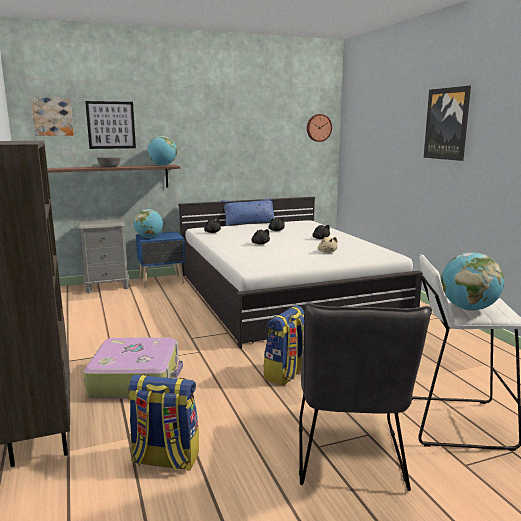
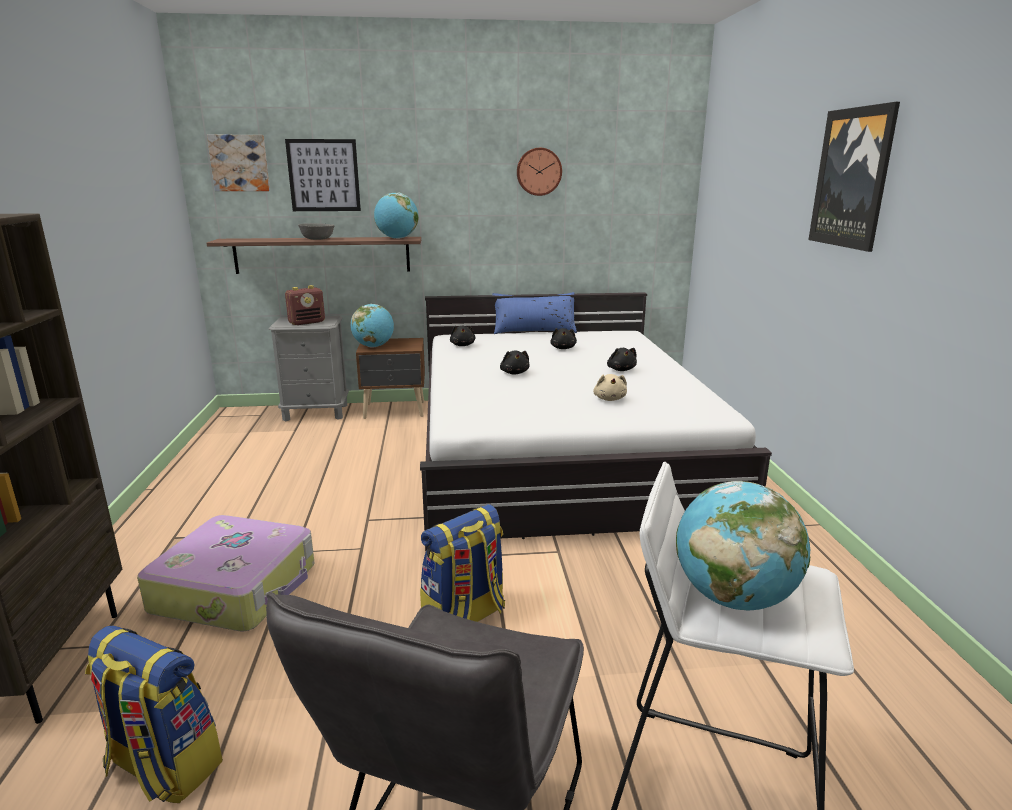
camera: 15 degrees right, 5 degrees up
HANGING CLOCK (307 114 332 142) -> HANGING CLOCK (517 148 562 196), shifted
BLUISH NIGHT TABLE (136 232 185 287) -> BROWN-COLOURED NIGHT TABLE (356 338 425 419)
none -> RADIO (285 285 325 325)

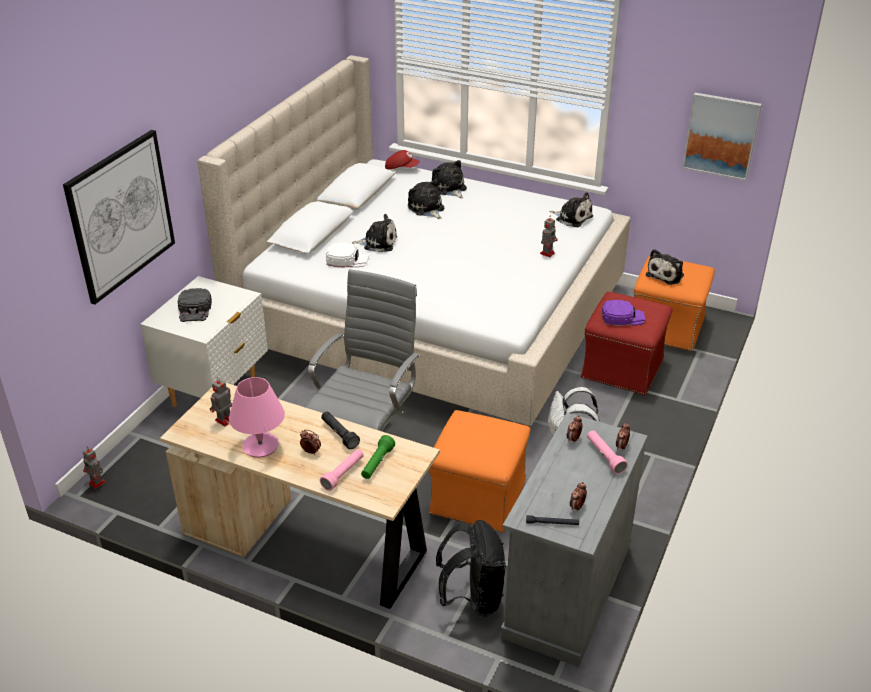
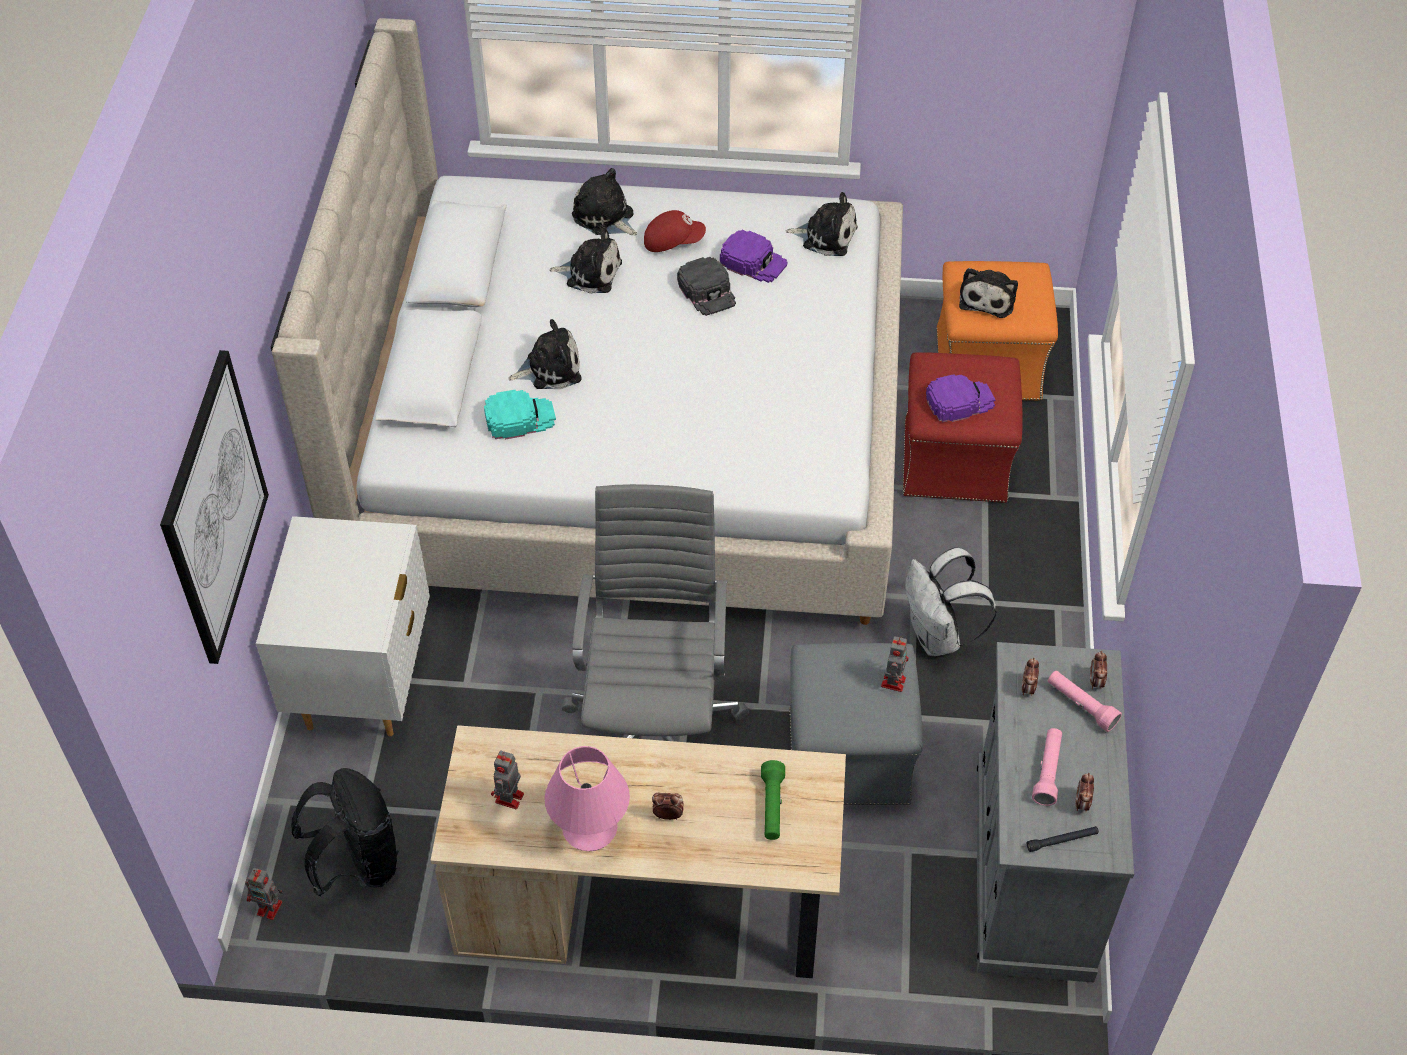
camera: 20 degrees left, 15 degrees up
PICTURE (682 93 762 181) -> none
RED-COLOURED PEAKED CAP (385 150 420 170) -> RED-COLOURED PEAKED CAP (644 210 706 252), shifted
PLUSH TOY (408 179 444 219) -> PLUSH TOY (549 228 622 294), 150 degrees clockwise
TOY ROBOT (540 215 557 257) -> TOY ROBOT (881 636 909 692), shifted
WHITE-COLOURED PEAKED CAP (326 242 369 268) -> BLUE-GREEN PEAKED CAP (484 390 556 439)
BLACK PEAKED CAP (178 288 212 322) -> BLACK PEAKED CAP (677 257 736 316), shifted
ORANGEY OTTOMAN (429 410 531 533) -> GREY OTTOMAN (789 643 923 805)
BLACK TORCH (321 411 360 449) -> none
PINKISH TORCH (320 449 364 491) -> PINKISH TORCH (1032 728 1062 806), shifted
BLACK RUCKSACK (436 520 506 617) -> BLACK RUCKSACK (291 768 399 897), shifted
none -> PURPLE PEAKED CAP (720 230 788 283)

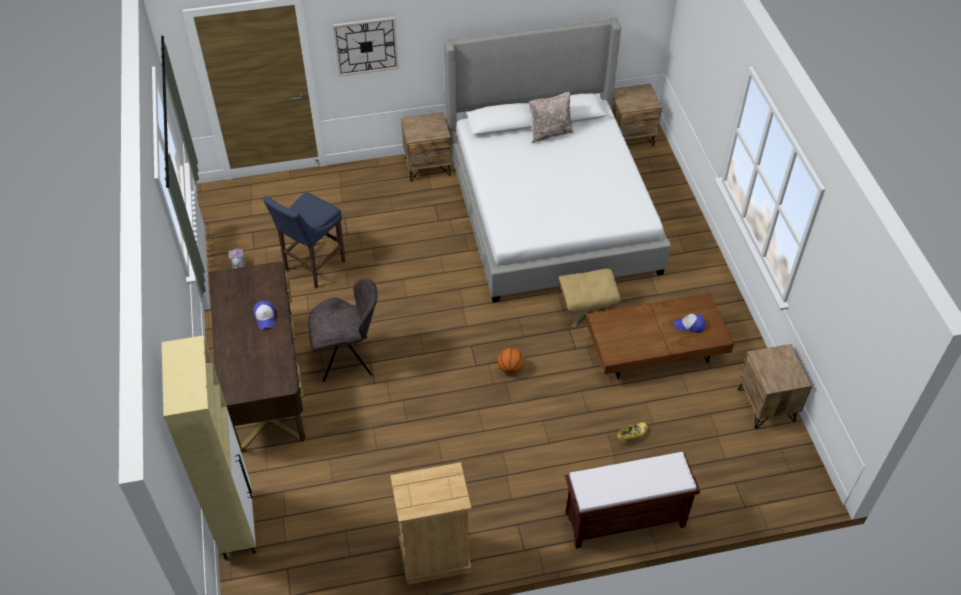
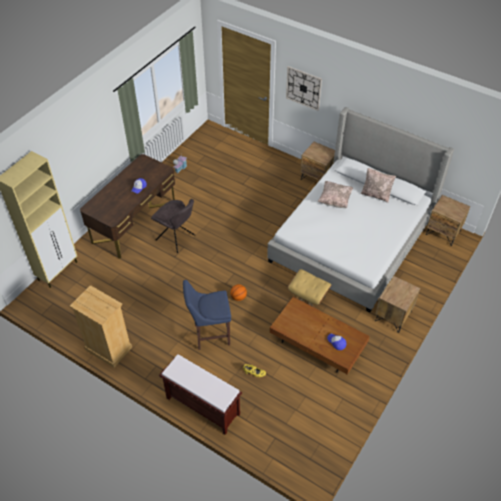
camera: 45 degrees right, 0 degrees up
BLUISH STOOL (263 192 346 288) -> BLUISH STOOL (183 280 231 350), shifted
BROWN-COLOURED NIGHT TABLE (738 344 812 429) -> BROWN-COLOURED NIGHT TABLE (375 276 420 333), shifted
none -> BEIGE THROW PILLOW (317 181 353 208)

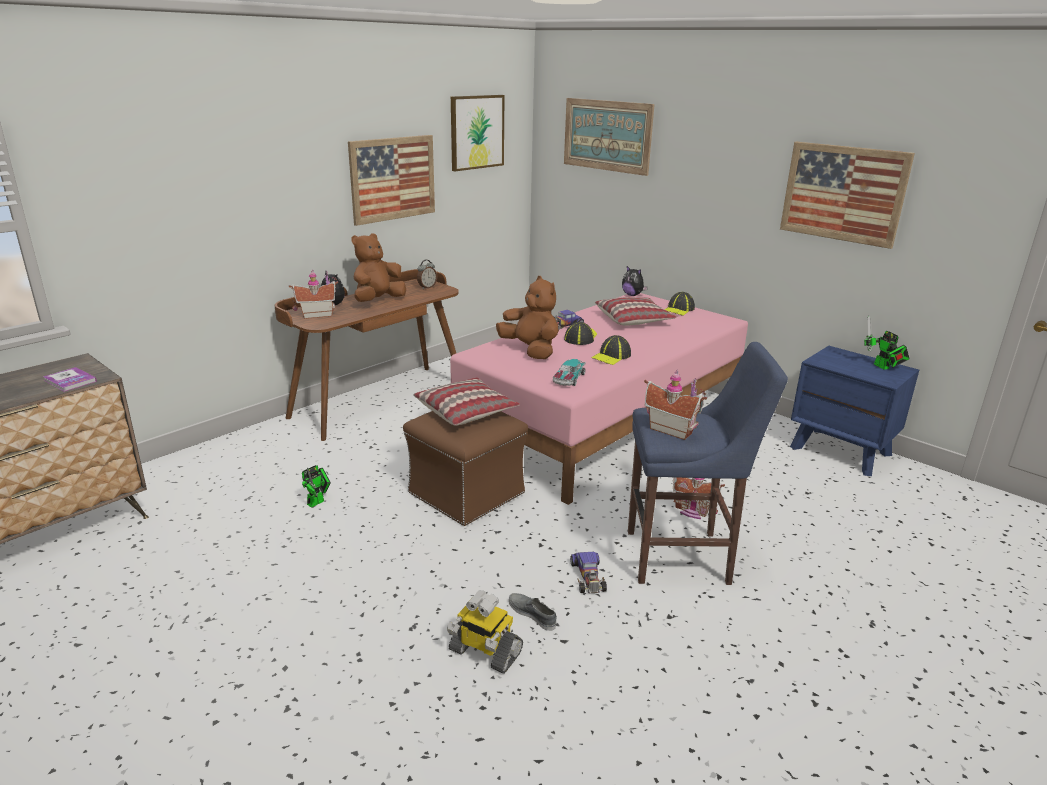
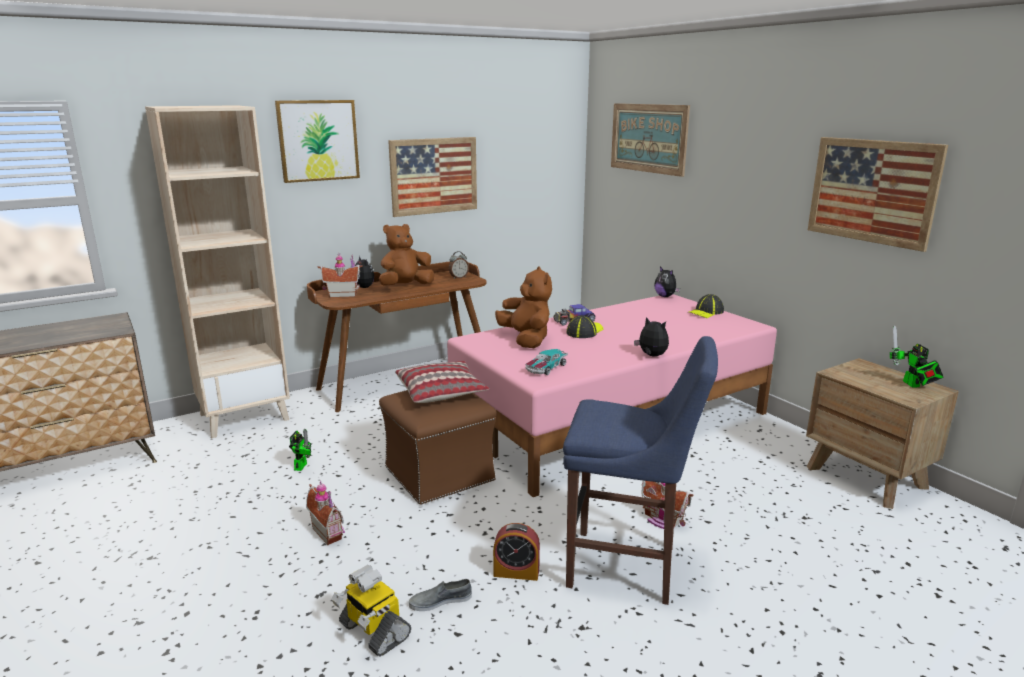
camera: 15 degrees right, 5 degrees down
PICTURE (451 95 505 171) -> PICTURE (275 100 360 183), shifted
THROW PILLOW (595 297 677 326) -> none
PEAKED CAP (591 335 631 365) -> none
BLUISH NIGHT TABLE (790 346 919 476) -> BROWN-COLOURED NIGHT TABLE (806 358 959 509)
VOLUME (43 367 97 392) -> none
MINIATURE HOUSE (644 370 707 440) -> MINIATURE HOUSE (306 481 345 545), shifted
TOY ROBOT (302 465 331 507) -> TOY ROBOT (289 429 312 471), 45 degrees counterclockwise
MODEL CAR (570 552 607 594) -> BEDSIDE CLOCK (493 523 540 581)
GREY SHOE (509 593 557 631) -> GREY SHOE (409 579 472 611), 75 degrees counterclockwise
none -> BEIGE BOOKCASE (145 105 290 439)
none -> PLUSH TOY (634 317 669 357)

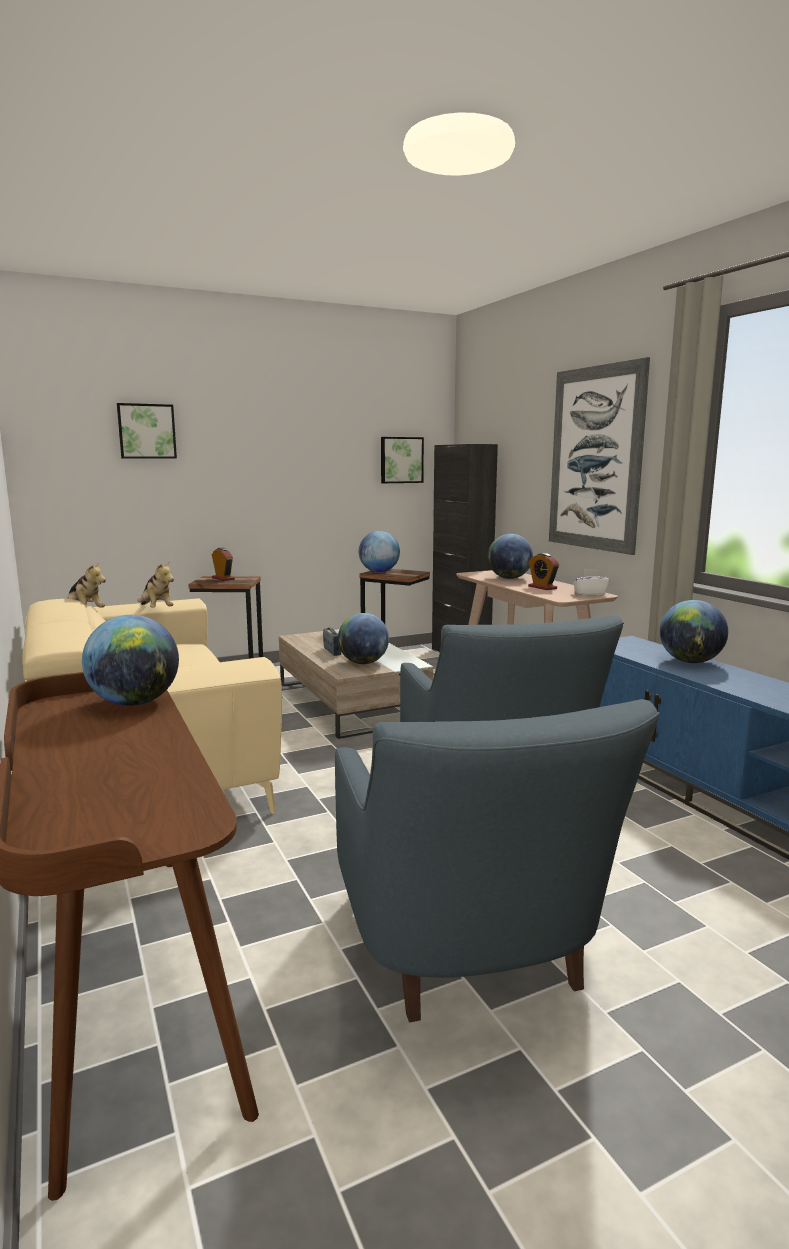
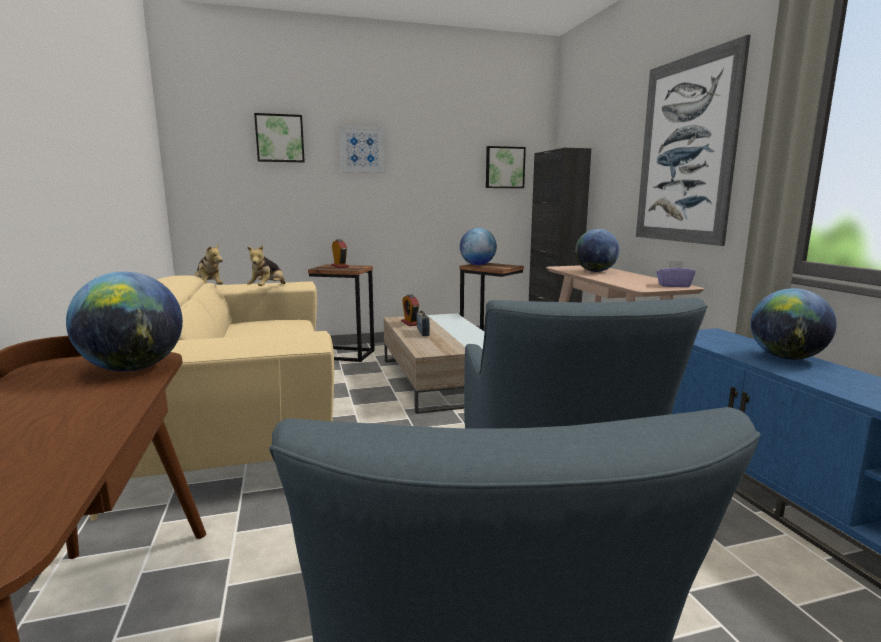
camera: 10 degrees right, 0 degrees up
BEDSIDE CLOCK (528 553 559 590) -> BEDSIDE CLOCK (401 294 419 326), shifted
PLUSH TOY (137 561 174 607) -> PLUSH TOY (247 245 285 286), 45 degrees clockwise
WHITE-COLOURED TISSUE HOLDER (572 569 609 596) -> PURPLE TISSUE HOLDER (656 260 696 287)
DESK GLOBE (338 613 389 664) -> none
none -> PICTURE (339 126 385 173)

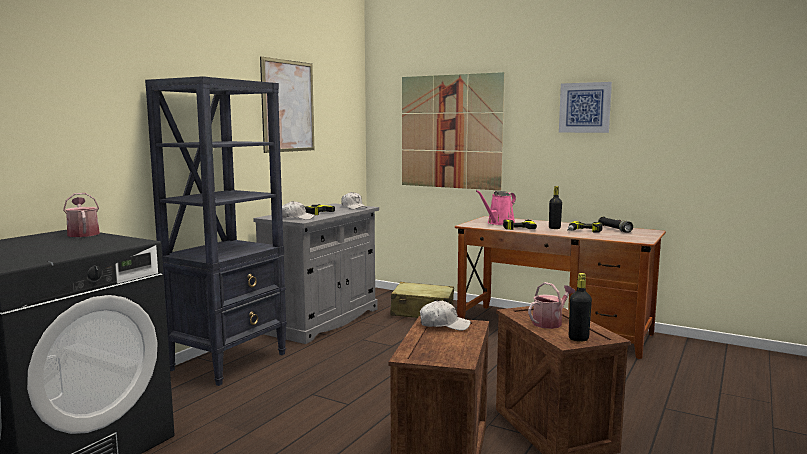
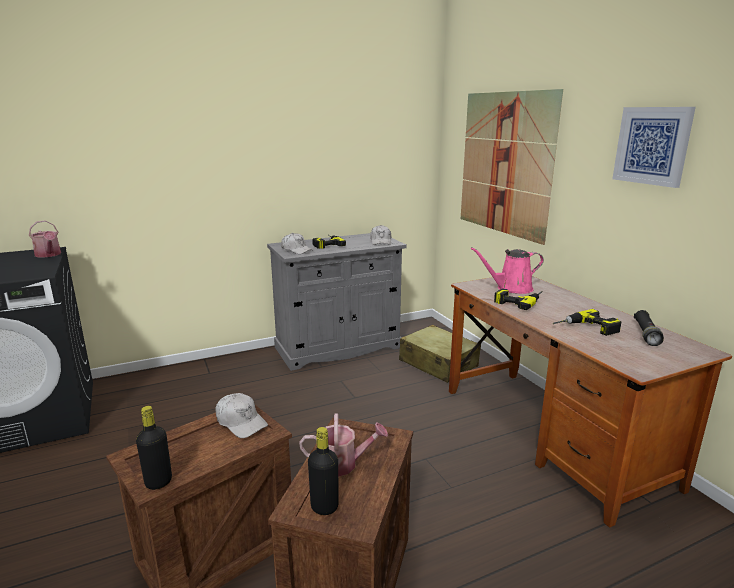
camera: 35 degrees right, 10 degrees up
PICTURE (260 57 314 153) -> none
BLACK BOOKCASE (145 76 287 386) -> none
BLACK BEVERAGE BOTTLE (549 186 562 229) -> BLACK BEVERAGE BOTTLE (136 406 172 490), shifted
SPRINKLING CAN (63 193 100 237) -> SPRINKLING CAN (29 220 61 258), 135 degrees clockwise

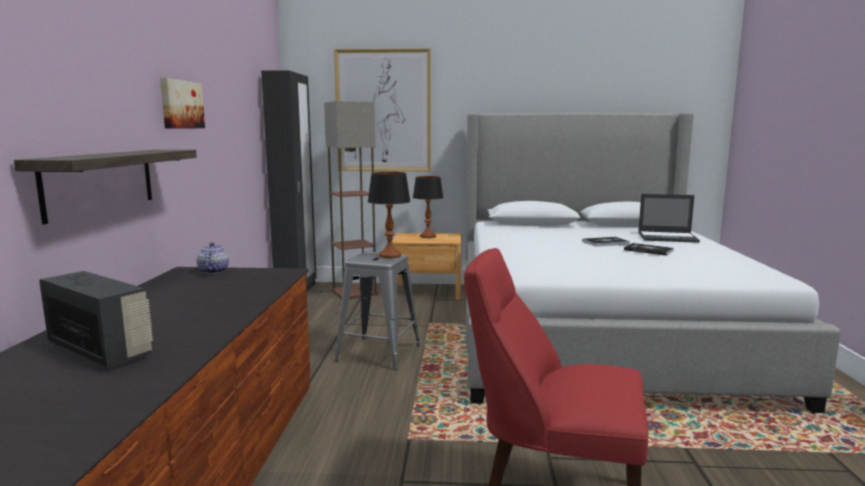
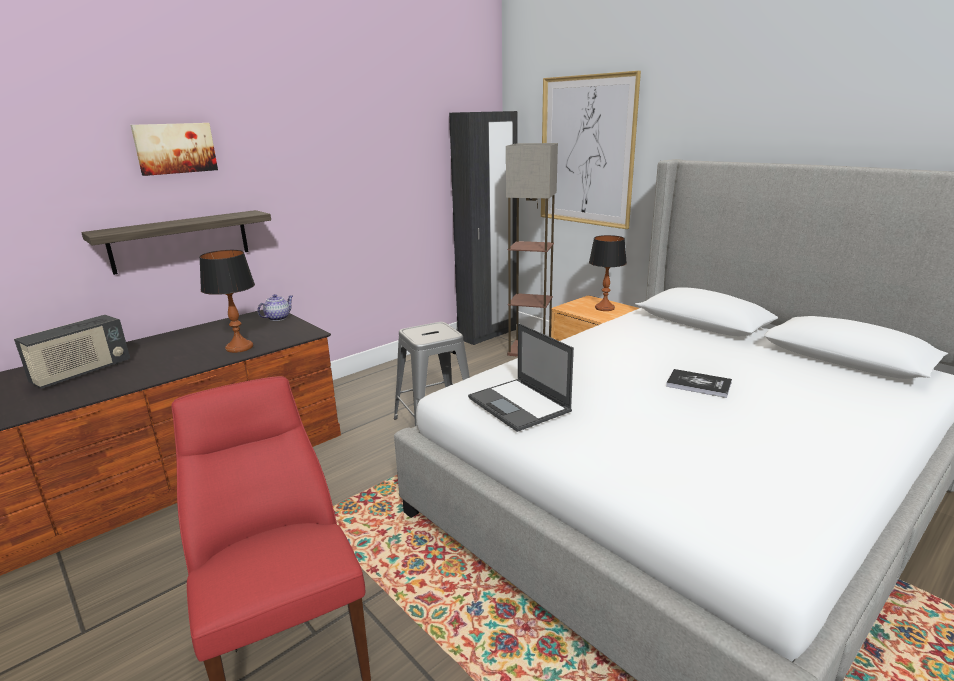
camera: 45 degrees right, 10 degrees up
PICTURE (160 78 205 129) -> PICTURE (131 123 218 176), shifted
TABLETOP LAMP (368 172 411 258) -> TABLETOP LAMP (199 250 255 353), shifted
LAPTOP (638 194 700 243) -> LAPTOP (468 323 574 432), shifted
VOLUME (624 243 674 256) -> none
RADIO (39 271 153 368) -> RADIO (14 315 130 389), 45 degrees clockwise

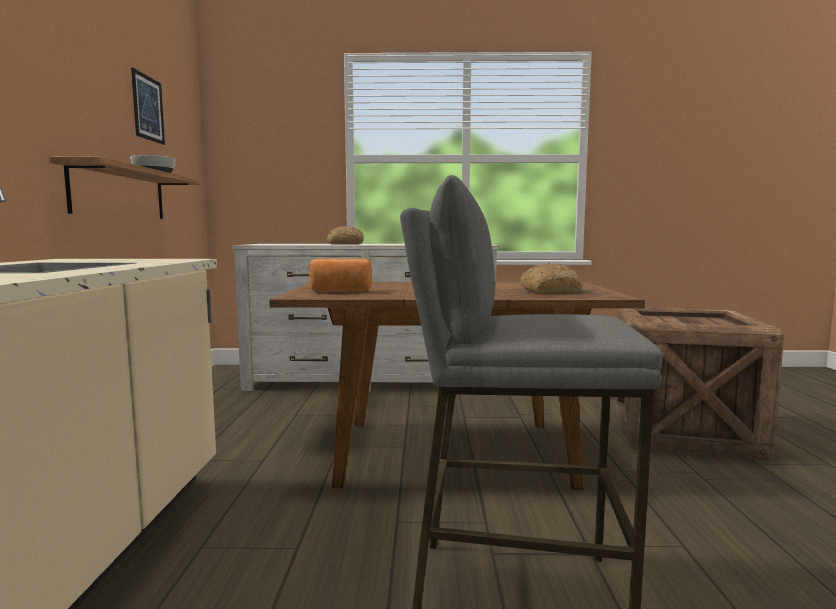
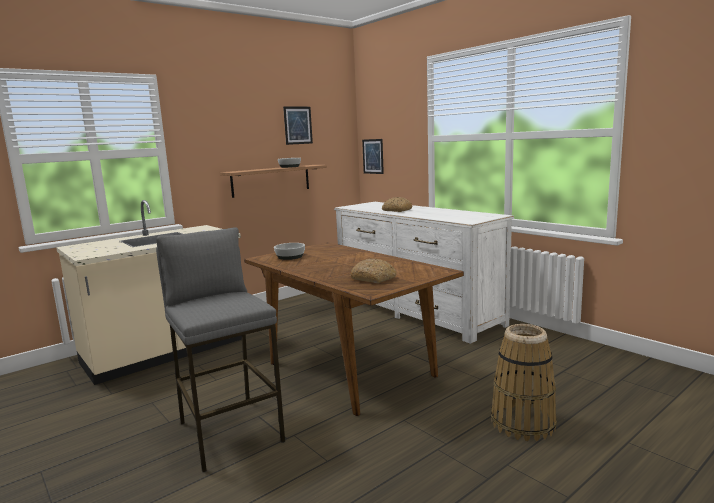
camera: 50 degrees right, 5 degrees up
BAKED BREAD (309 258 372 292) -> SERVING BOWL (274 243 305 260)
CRATE (613 308 784 461) -> STORAGE BASKET (491 324 557 441)
none -> PICTURE (362 139 384 174)

